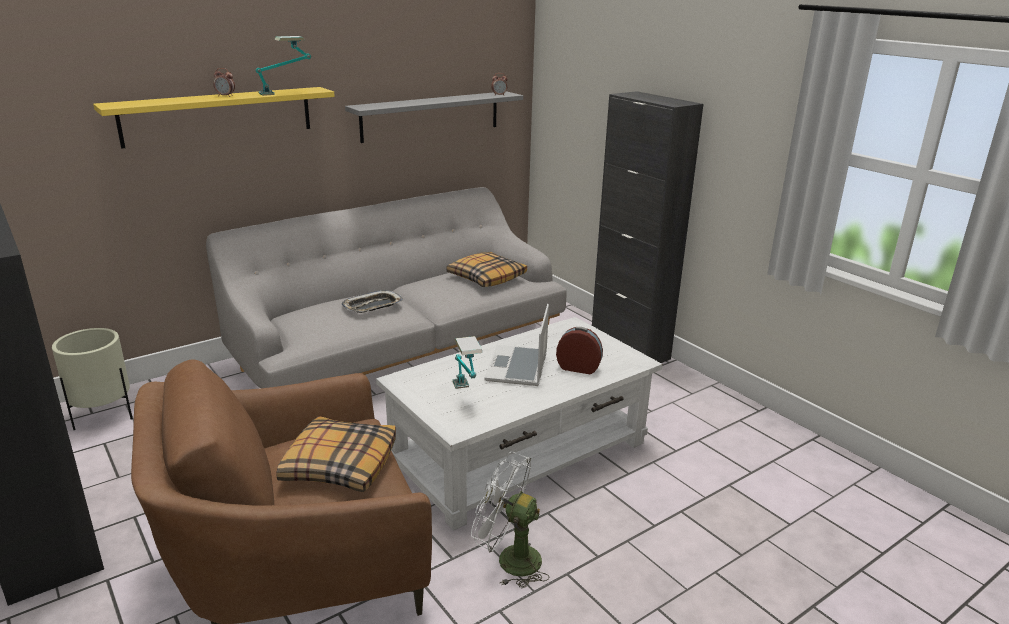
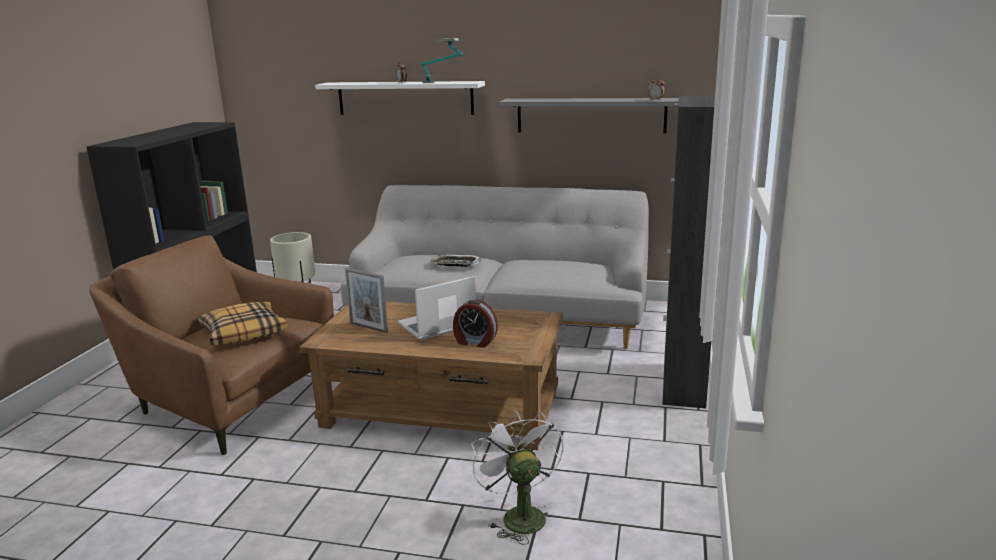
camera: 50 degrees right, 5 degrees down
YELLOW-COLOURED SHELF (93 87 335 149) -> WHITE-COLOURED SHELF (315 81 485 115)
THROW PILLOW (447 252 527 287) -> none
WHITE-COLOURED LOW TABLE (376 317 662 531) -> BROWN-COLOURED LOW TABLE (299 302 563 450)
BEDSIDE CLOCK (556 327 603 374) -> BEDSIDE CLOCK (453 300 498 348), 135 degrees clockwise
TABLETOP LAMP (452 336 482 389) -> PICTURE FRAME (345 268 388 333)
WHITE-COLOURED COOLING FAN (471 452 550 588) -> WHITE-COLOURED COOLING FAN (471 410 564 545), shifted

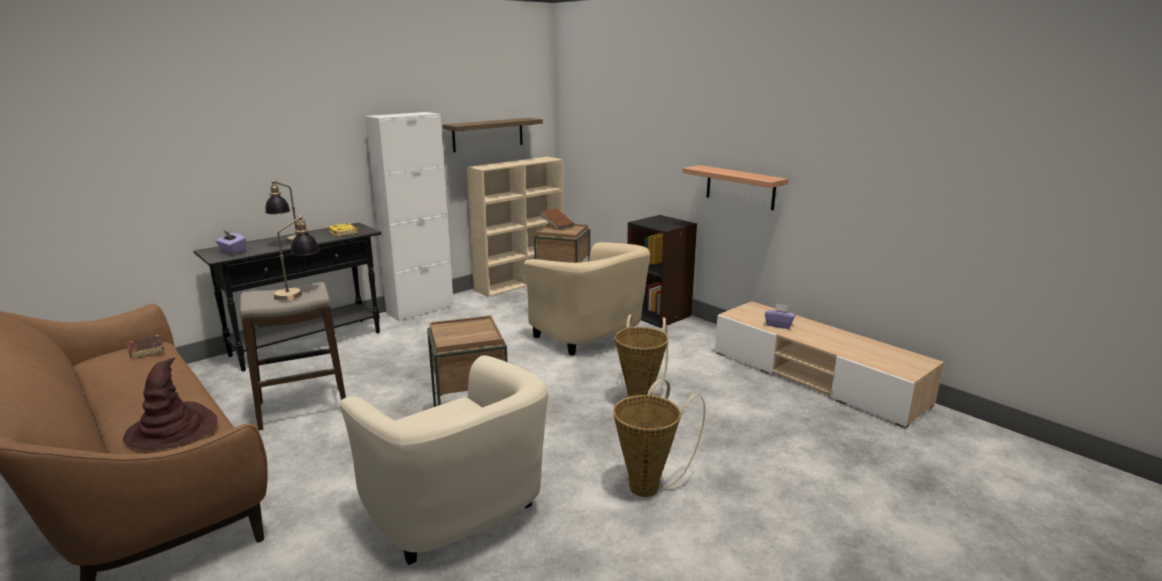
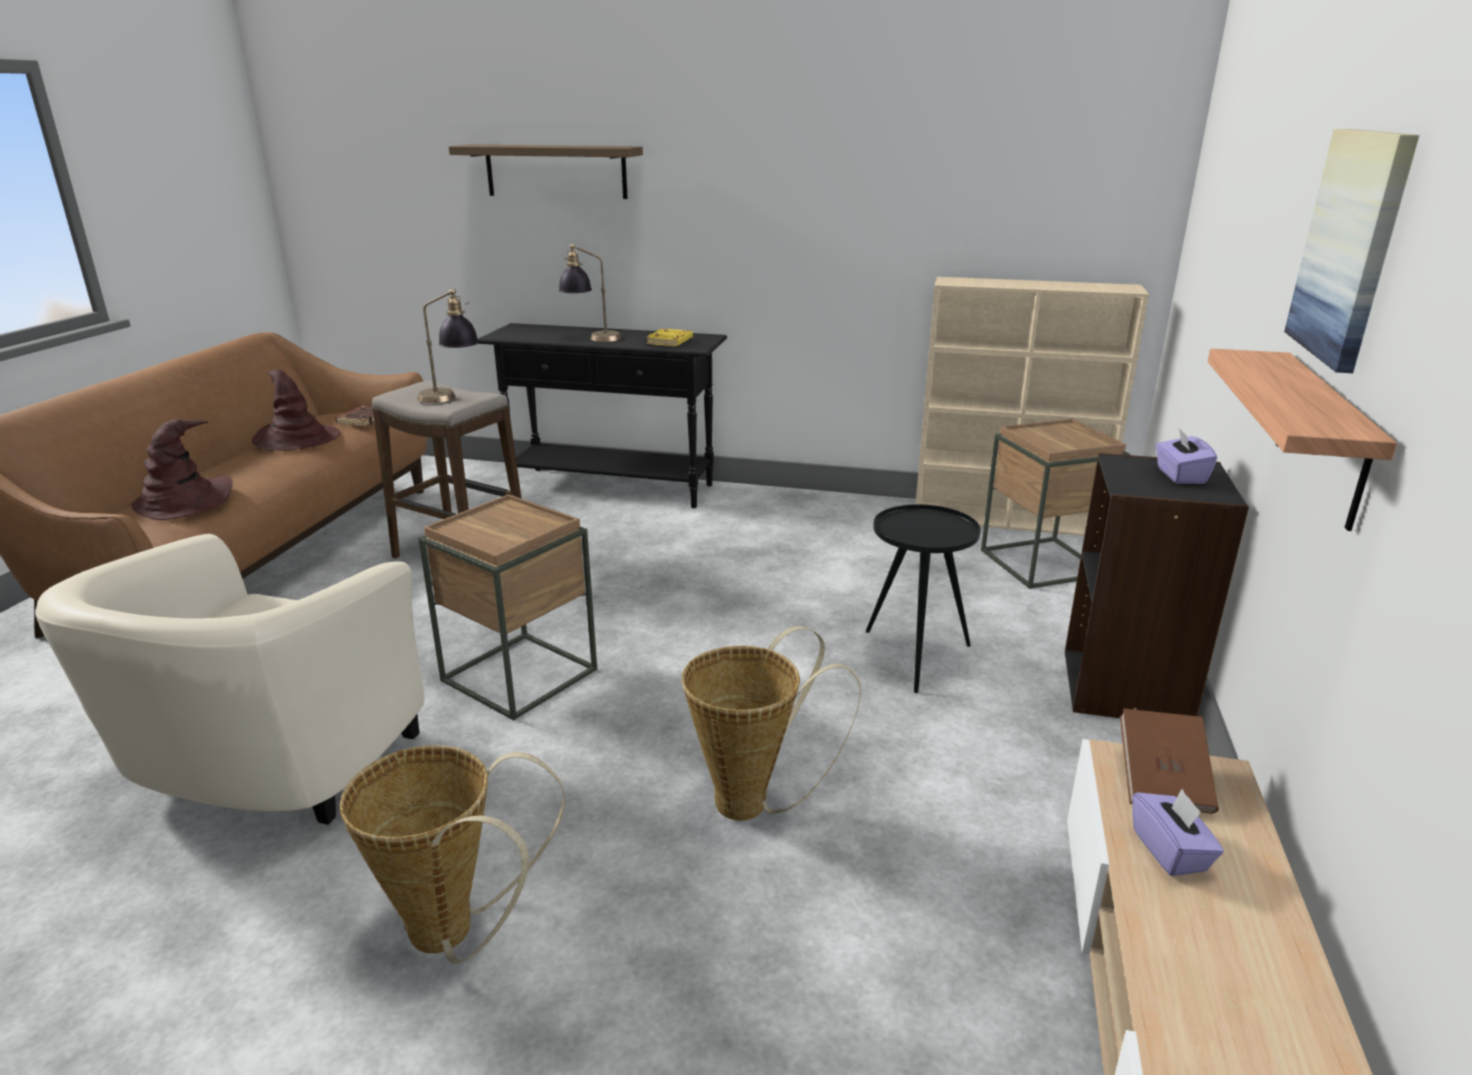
camera: 55 degrees right, 5 degrees up
WHITE-COLOURED CABINET (365 112 454 321) -> none
SHELF (442 118 543 152) -> SHELF (449 145 643 199), shifted
BROWN-COLOURED VOLUME (541 208 574 230) -> BROWN-COLOURED VOLUME (1120 709 1219 814), shifted
PURPLE TISSUE HOLDER (216 231 246 255) -> PURPLE TISSUE HOLDER (1156 428 1217 484), shifted
BEIGE LOUNGE CHAIR (524 242 650 356) -> BLACK ACCENT TABLE (866 504 981 693)
none -> PICTURE (1284 129 1420 373)
none -> BROWN-COLOURED HAT (252 369 340 451)

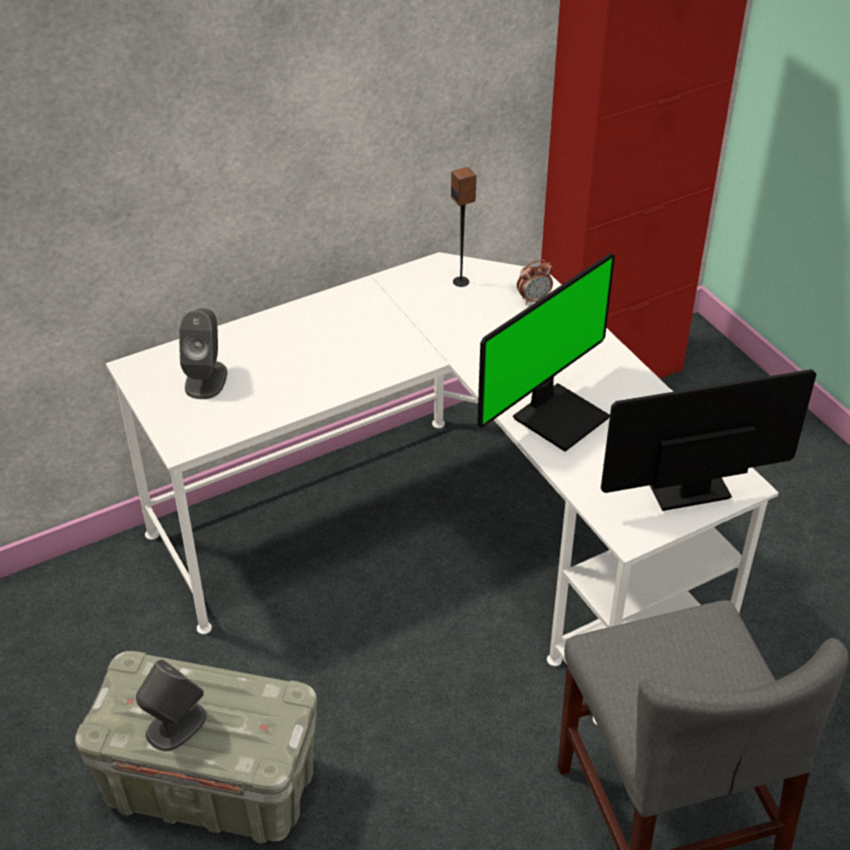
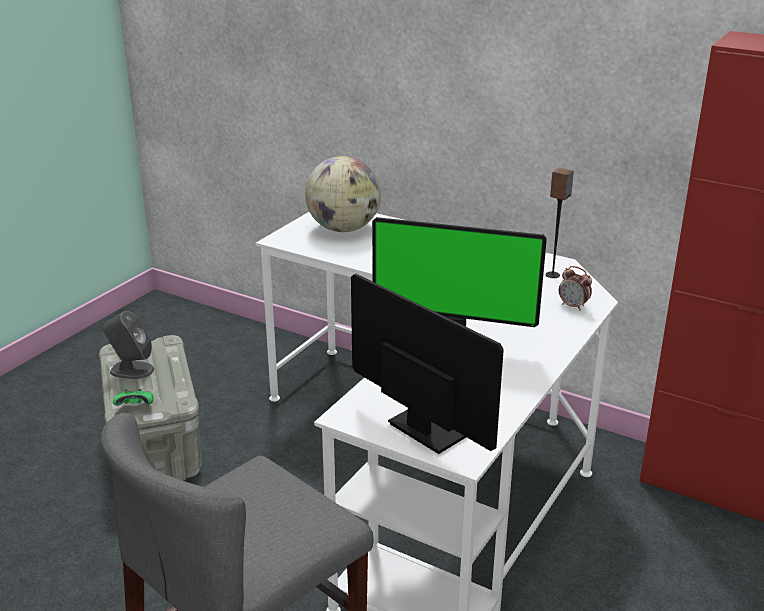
camera: 60 degrees right, 15 degrees down
GREY AUDIO SPEAKER (179 308 227 399) -> DESK GLOBE (305 156 381 232)
none -> GREENISH GAME CONTROLLER (113 389 154 406)

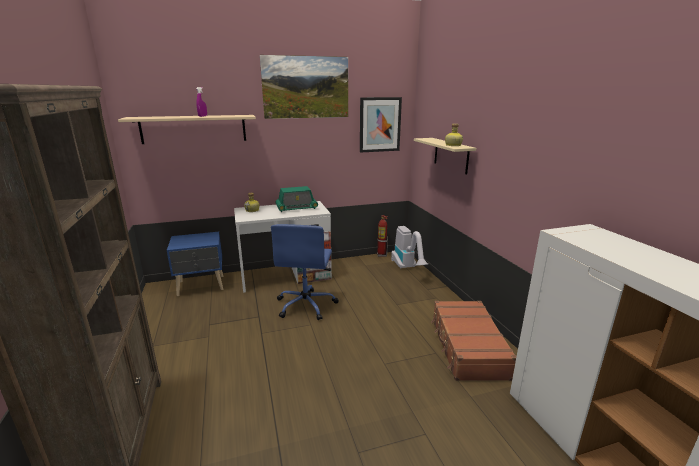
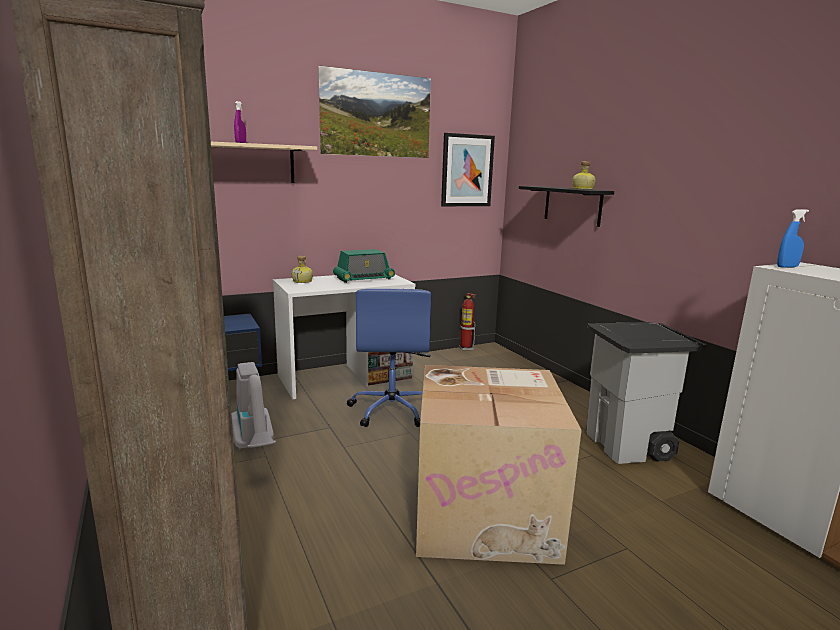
camera: 10 degrees left, 5 degrees down
BEIGE SHELF (414 138 476 175) -> BLACK SHELF (519 186 614 227)
VACUUM (391 226 428 269) -> VACUUM (231 362 276 450), shifted
BROWN-COLOURED PIECE OF LUGGAGE (431 301 517 381) -> GREY TRASH CAN (586 322 707 464)
none -> BLUISH SPRAY BOTTLE (777 209 809 267)
none -> PACKING BOX (416 365 582 565)

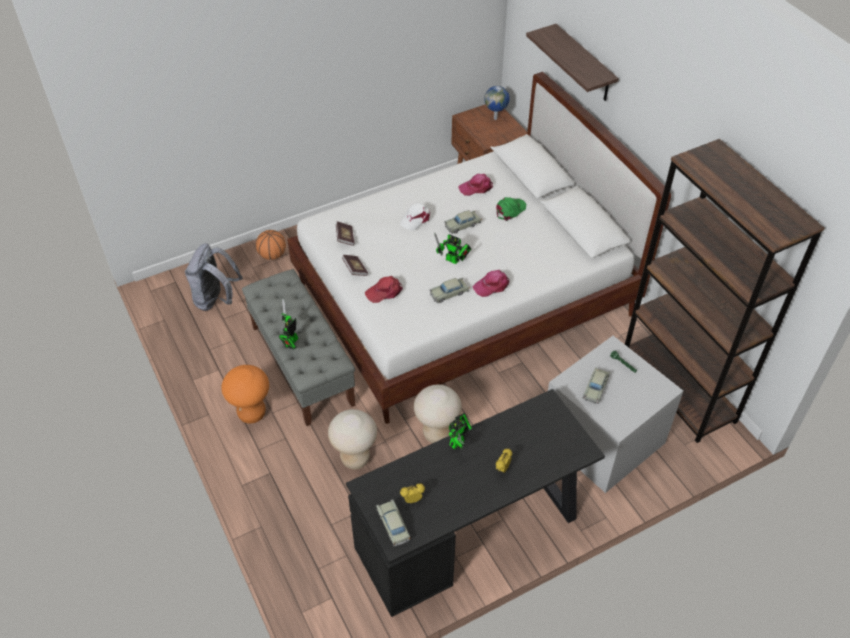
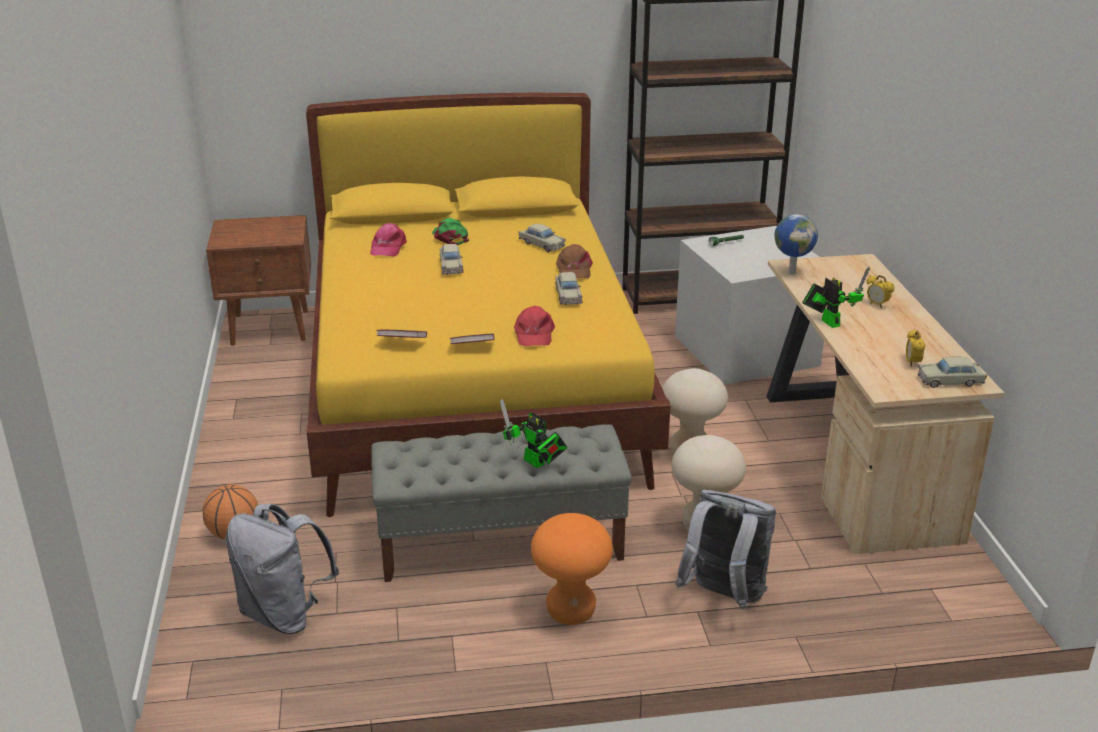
camera: 70 degrees left, 20 degrees down
SHELF (526 24 619 101) -> none
WHITE-COLOURED SLEEPING BED (287 72 671 424) -> YELLOW-COLOURED SLEEPING BED (306 93 671 517)
DESK GLOBE (485 86 509 120) -> DESK GLOBE (775 214 818 275), shifted
WHITE-COLOURED PEAKED CAP (400 202 430 231) -> none
TOY ROBOT (434 233 471 264) -> none
PINKISH PEAKED CAP (473 270 509 297) -> BROWN-COLOURED PEAKED CAP (556 244 593 278)
BEIGE MODEL CAR (583 367 610 404) -> BEIGE MODEL CAR (519 224 566 252), shifted
BLACK DESK (346 389 605 617) -> BEIGE DESK (766 254 1004 554)
none -> GREY RUCKSACK (675 490 776 610)

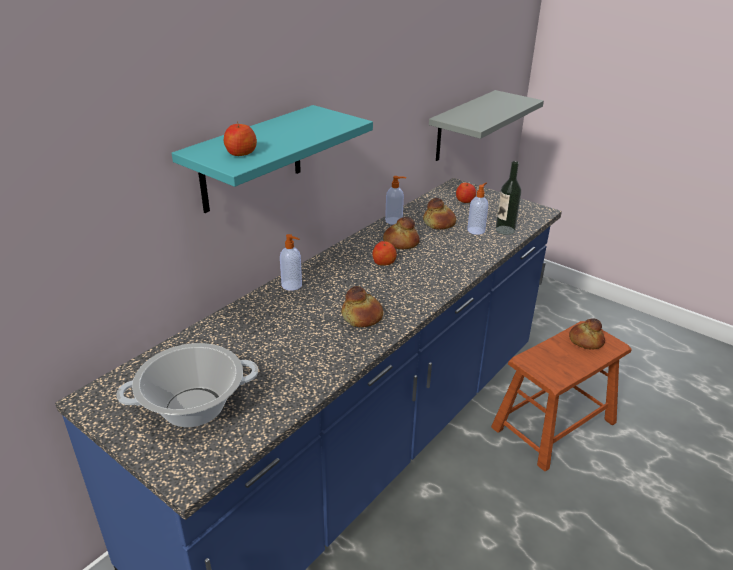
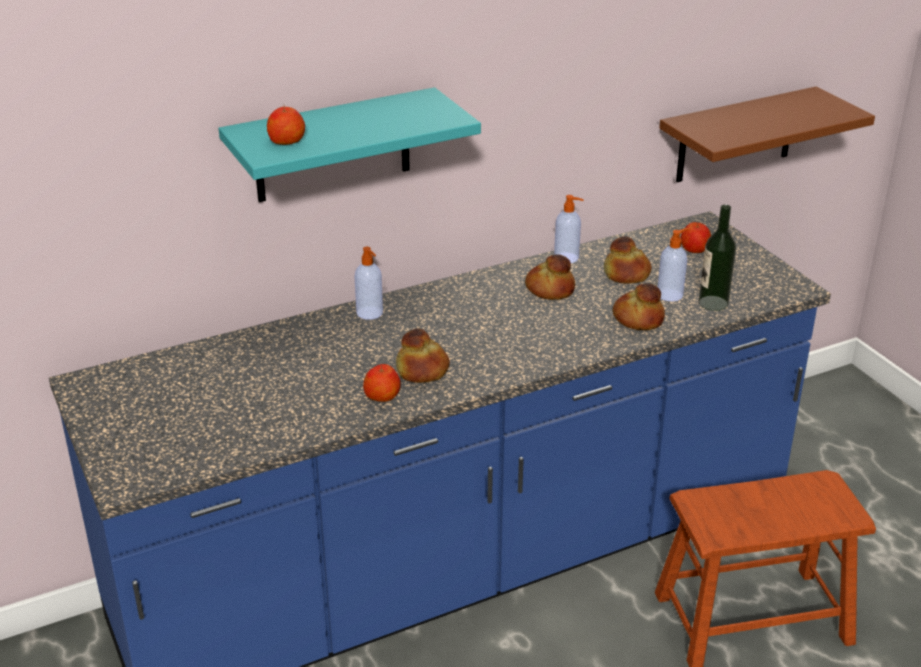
camera: 25 degrees right, 0 degrees up
GREY SHELF (429 90 544 161) -> BROWN-COLOURED SHELF (659 86 875 182)
WHOLE APPLE (373 241 397 266) -> WHOLE APPLE (363 364 401 402), shifted
BAKED BREAD (569 318 605 350) -> BAKED BREAD (613 283 665 330), shifted
STOCKPOT (116 343 258 427) -> none

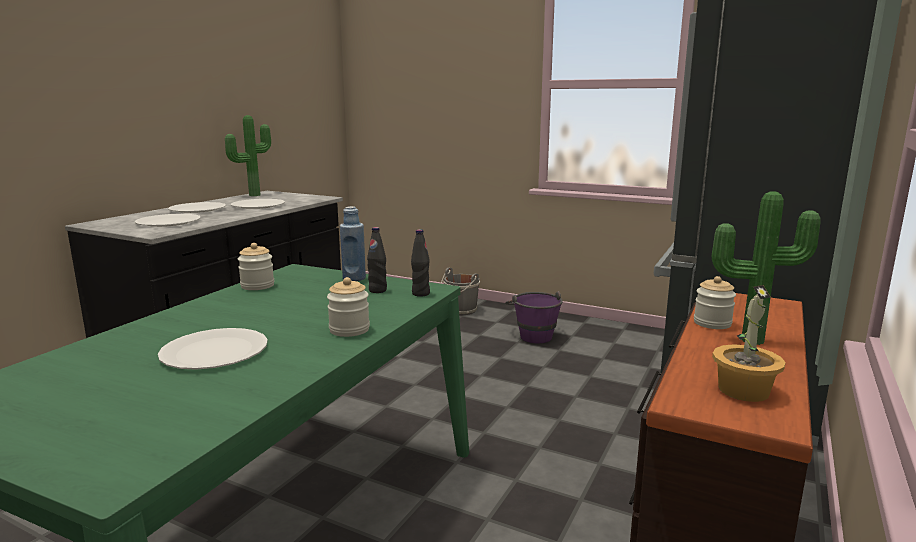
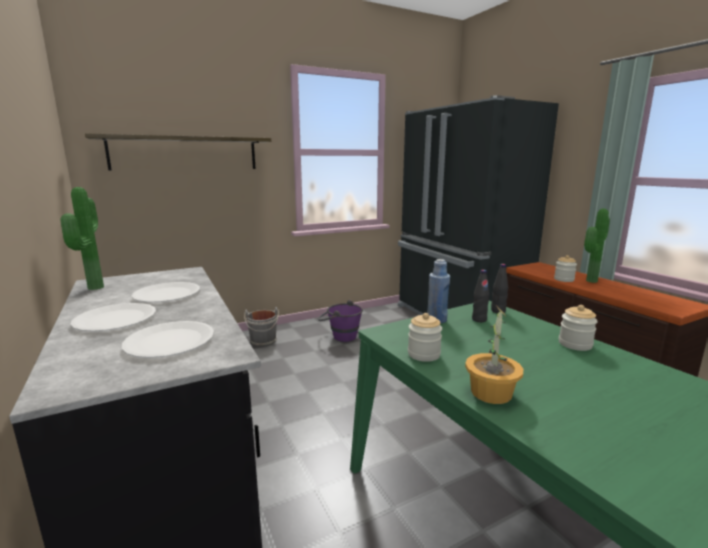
camera: 55 degrees left, 0 degrees up
POTTED PLANT (712 285 786 402) -> POTTED PLANT (465 305 523 404), shifted
WHITE-COLOURED DINNER PLATE (158 328 268 370) -> none
none -> SHELF (85 133 271 170)

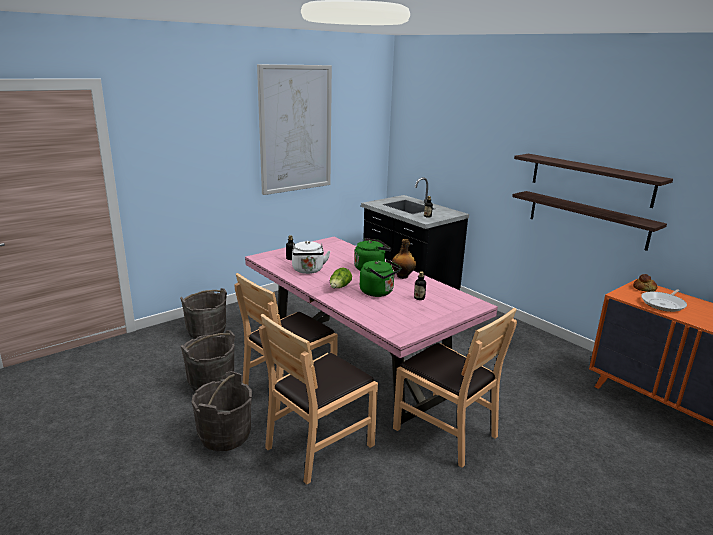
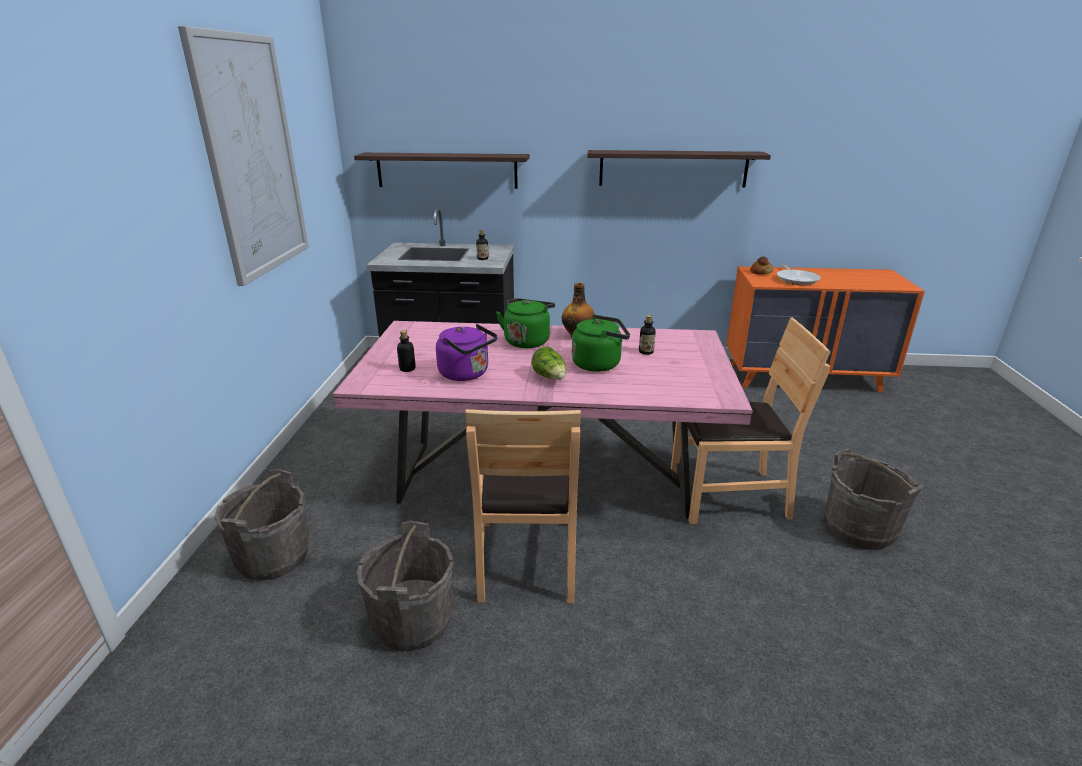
camera: 45 degrees left, 5 degrees up
SHELF (512 191 667 251) -> SHELF (354 153 530 189), shifted
WHITE-COLOURED WATER KETTLE (292 241 330 274) -> PURPLE WATER KETTLE (436 324 498 381)
BROWN-COLOURED PLAIN CHAIR (259 314 378 485) -> none
GREY PAIL (192 371 252 451) -> GREY PAIL (825 449 924 550), shifted

